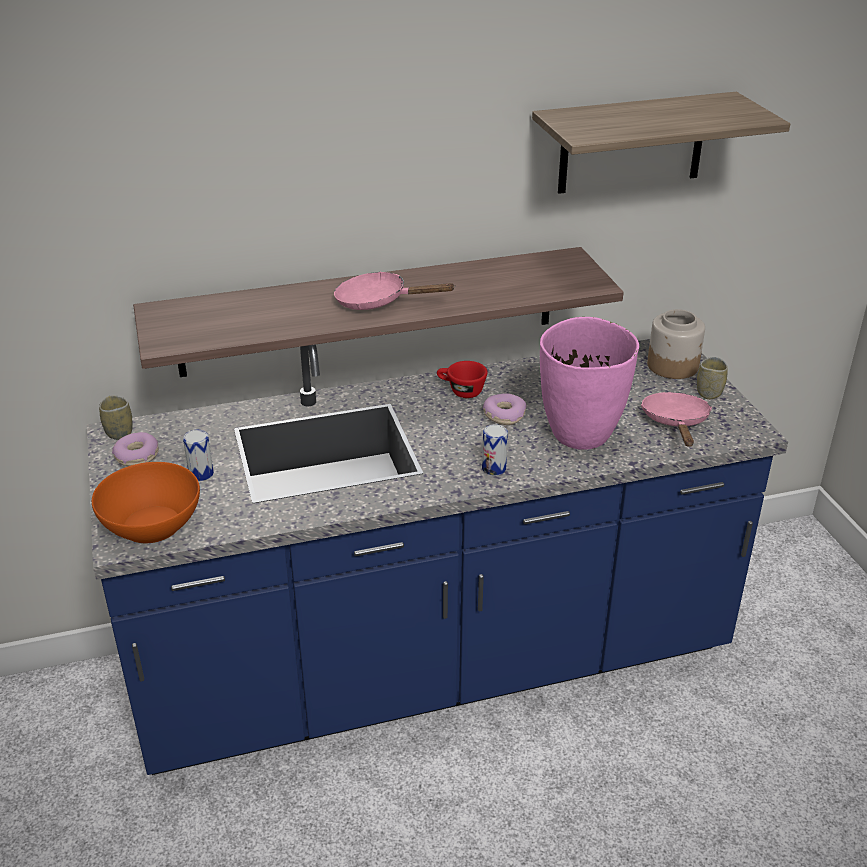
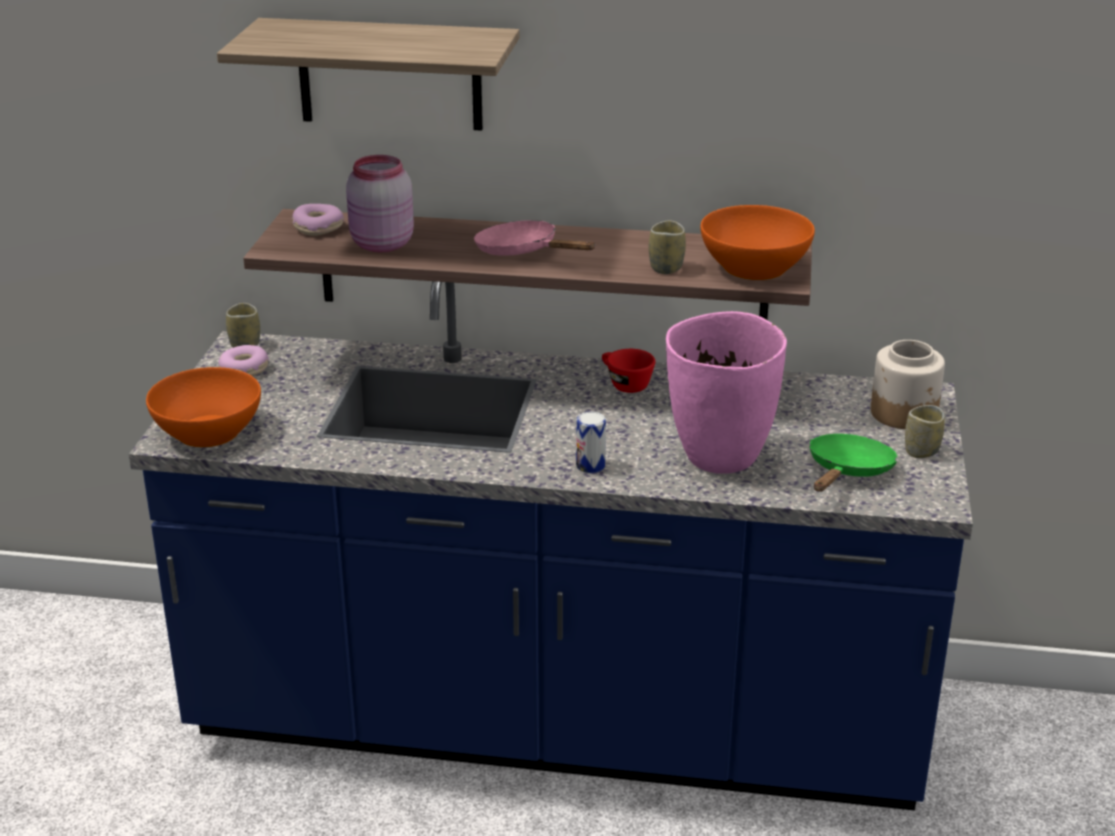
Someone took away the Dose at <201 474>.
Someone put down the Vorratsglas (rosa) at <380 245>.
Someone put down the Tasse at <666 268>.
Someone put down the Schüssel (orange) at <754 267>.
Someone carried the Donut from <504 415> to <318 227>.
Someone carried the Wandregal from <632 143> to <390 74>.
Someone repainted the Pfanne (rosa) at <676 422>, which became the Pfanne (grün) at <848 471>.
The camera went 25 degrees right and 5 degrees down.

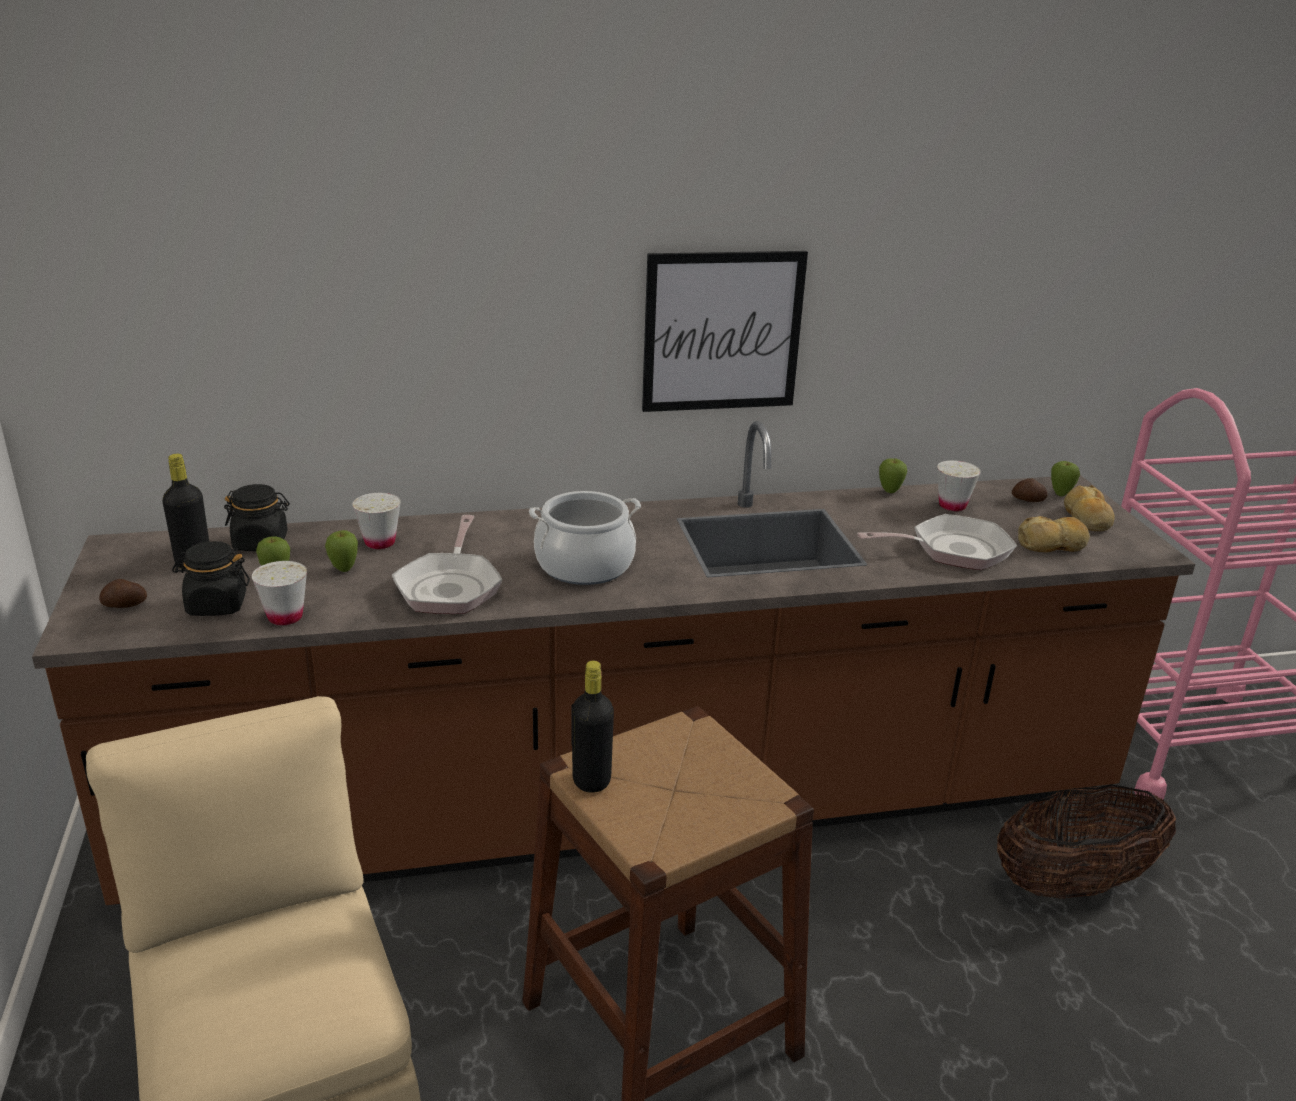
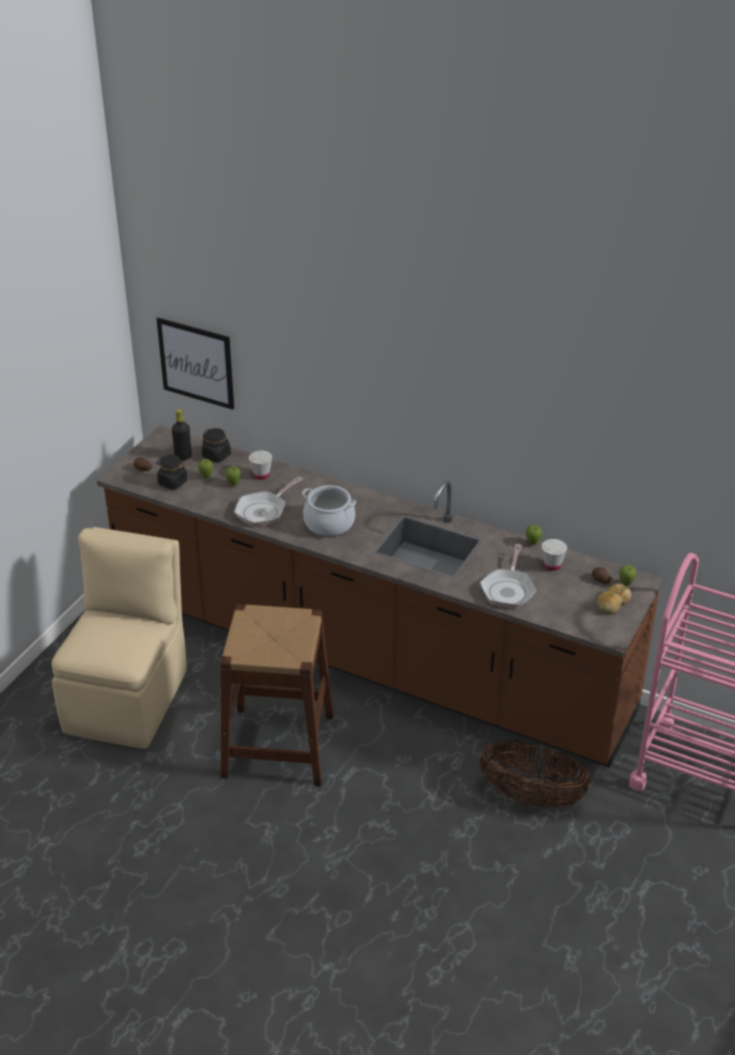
Someone took away the Tasse (weiß) at <285 617>.
Someone took away the Flasche (schwarz) at <591 780>.
Someone took away the Brot at <1053 545>.
Someone carried the Bild from <722 331> to <196 363>.
Someone rotated the Pfanne at <952 550> by 75 degrees clockwise.
The camera went 40 degrees right and 10 degrees up.

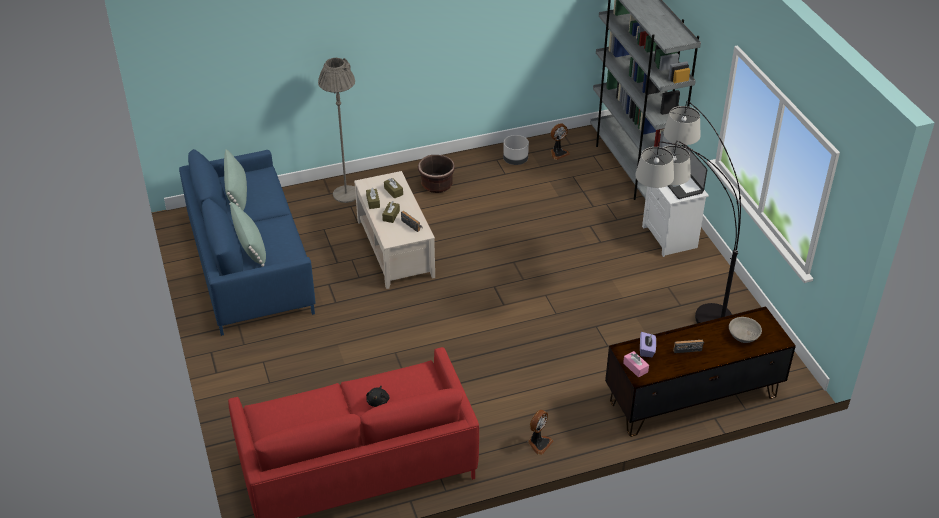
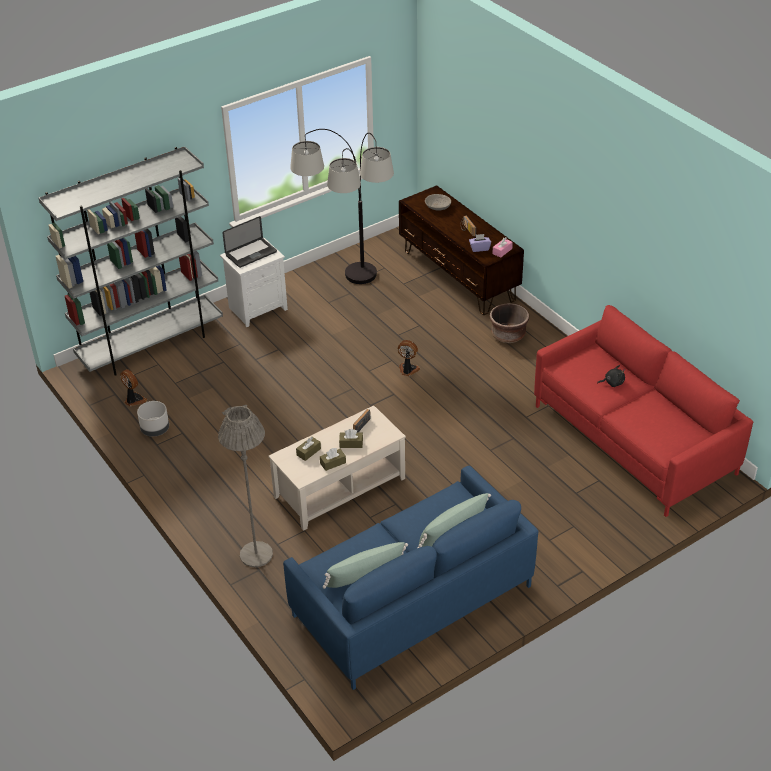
Someone carried the Pflanzkübel (braun) from <436 185> to <508 335>.
Someone carried the Ventilator from <538 443> to <408 370>.
The camera went 105 degrees left and 0 degrees up.

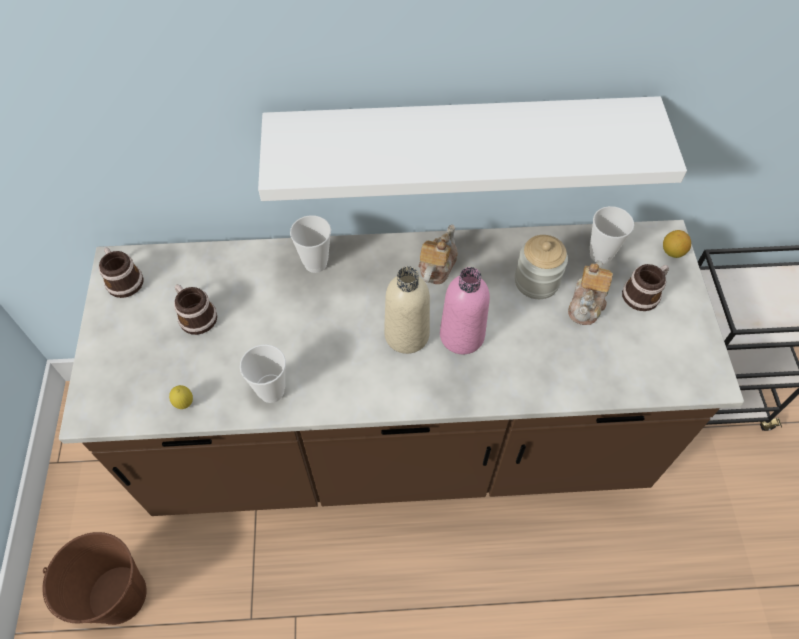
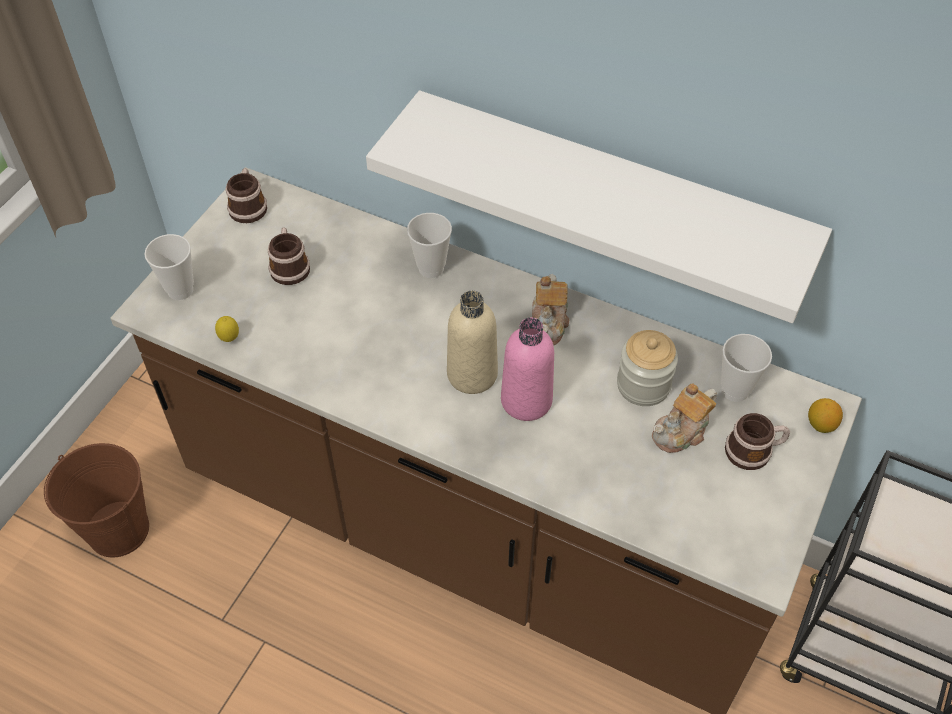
Someone carried the Tasse from <271 391> to <180 290>.
Someone rotated the Teekanne at <436 266> by 135 degrees clockwise.
The camera went 30 degrees right and 5 degrees down.

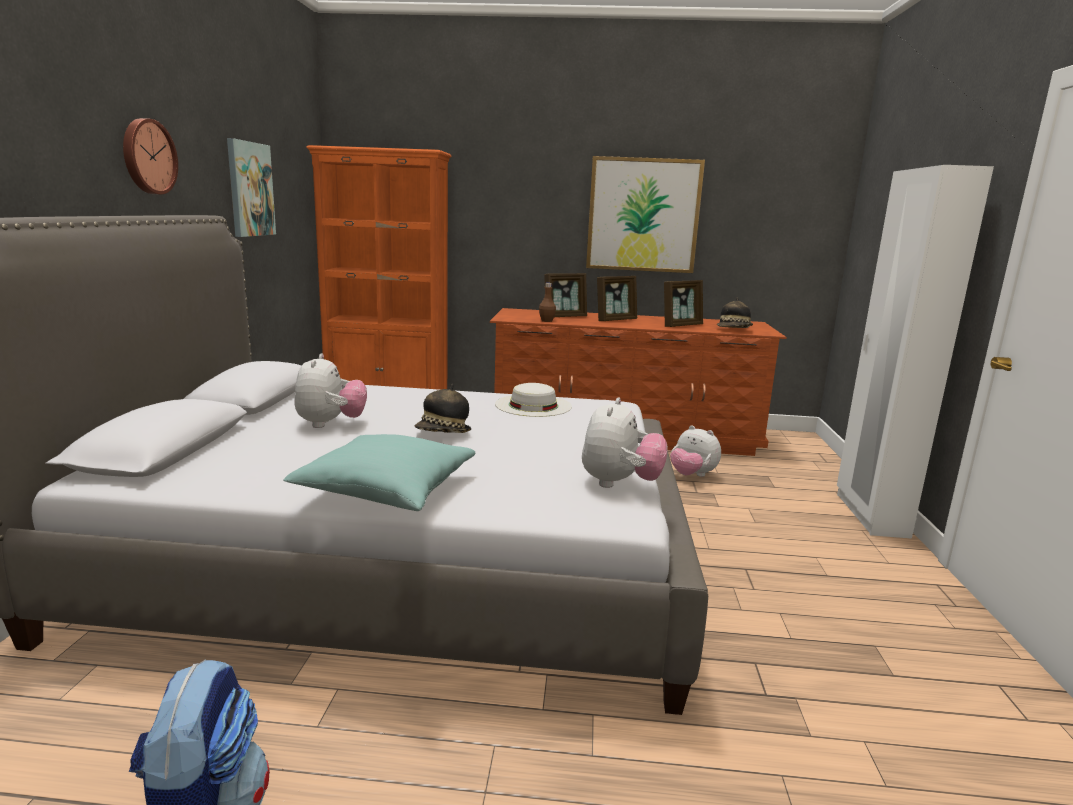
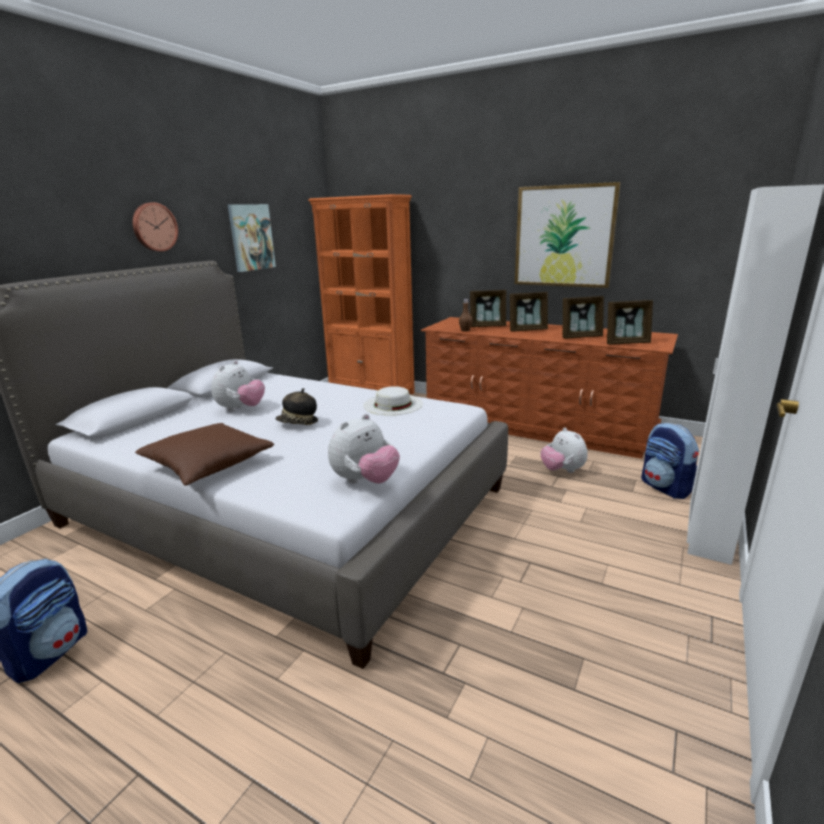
Someone put down the Rucksack at <665 487>.
Someone swapped the Hut at <734 330> for the Bilderrahmen at <627 343>.
Someone repainted the Kissen (türkis) at <386 490>, which became the Kissen (braun) at <208 465>.
The camera went 25 degrees right and 5 degrees up.

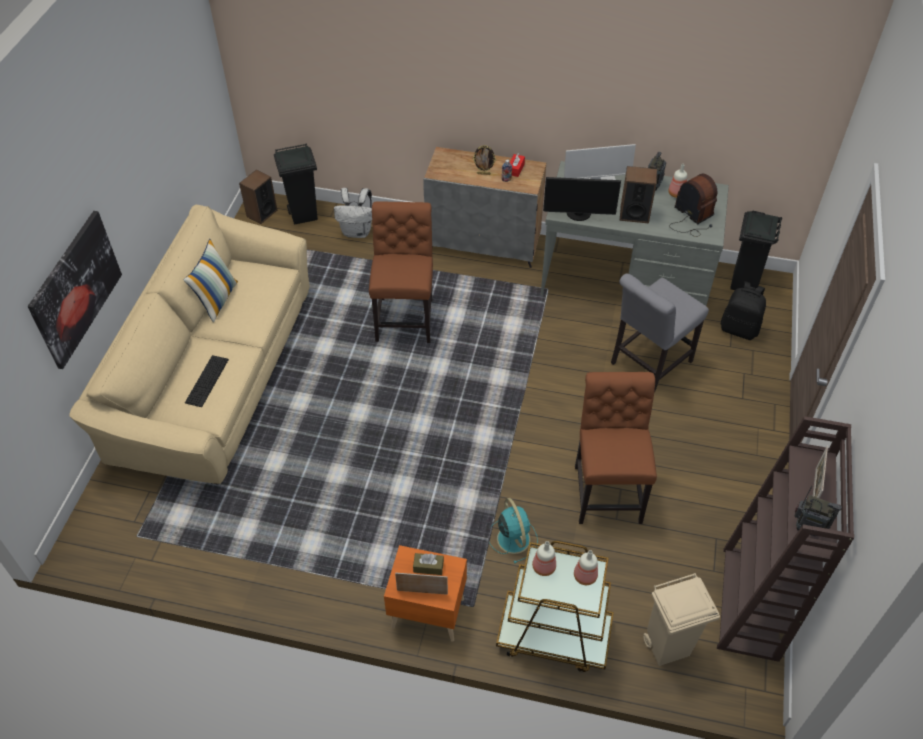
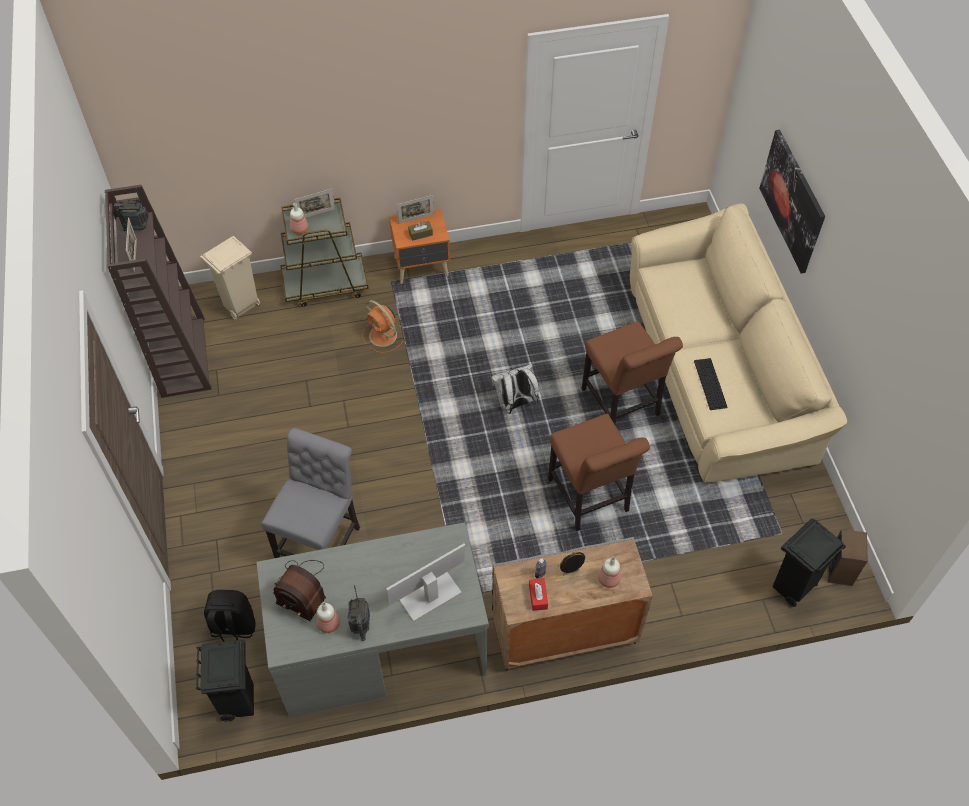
Someone took away the Kissen at <217 299>.
Someone took away the Monitor at <578 214>.
Someone took away the Lautsprecher at <634 214>.
Someone put down the Bilderrahmen at <316 214>.
Someone carried the Tastatur from <207 381> to <710 384>.
Someone carried the Rucksack (weiß) from <357 232> to <515 404>.
Someone carried the Flasche from <543 566> to <609 579>.
Someone carried the Stuhl (braun) from <607 490> to <622 405>.
Someone repainted the Ventilator (türkis) at <513 537>, which became the Ventilator (orange) at <384 336>.
The camera went 155 degrees right and 5 degrees up.

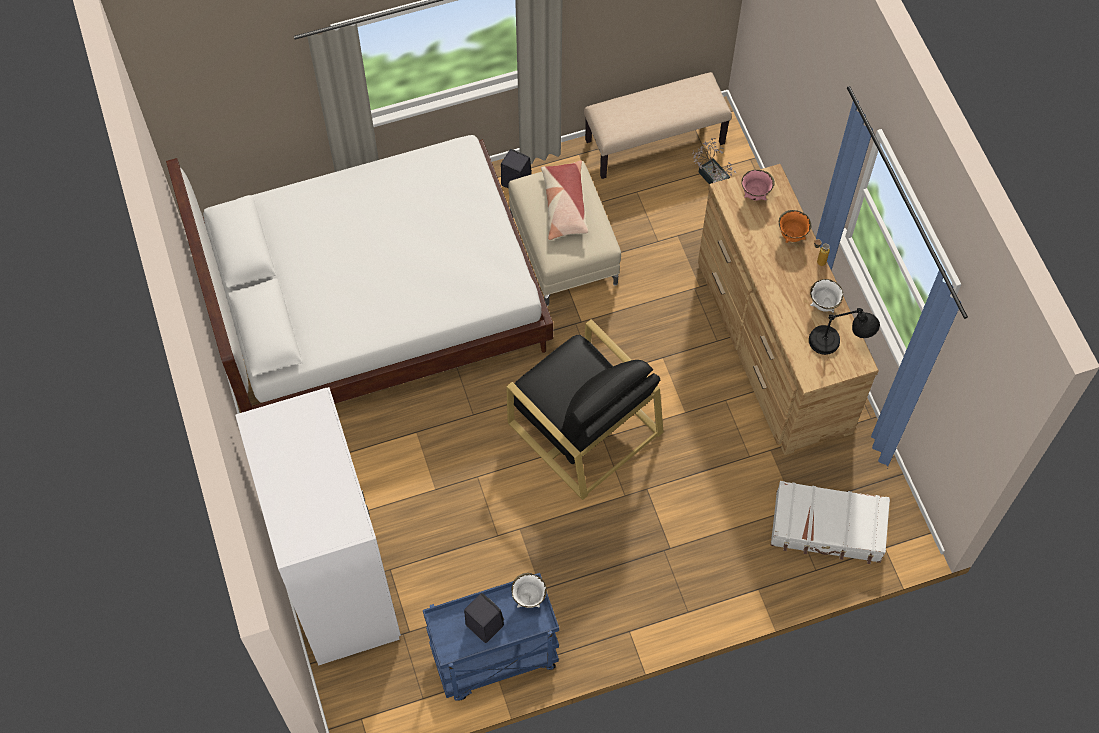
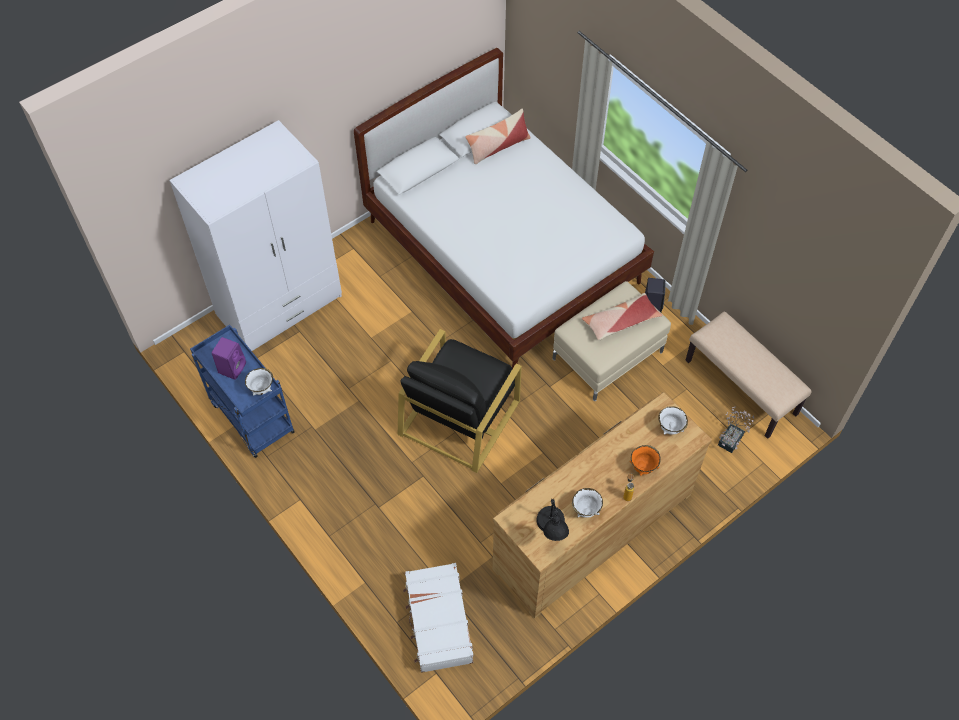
Someone put down the Kissen at <498 146>.
Someone repainted the Lautsprecher (schwarz) at <483 624>, which became the Lautsprecher (lila) at <232 367>.
Someone repainted the Schüssel (rosa) at <755 194>, which became the Schüssel (weiß) at <670 428>.
The camera went 70 degrees right and 5 degrees down.

